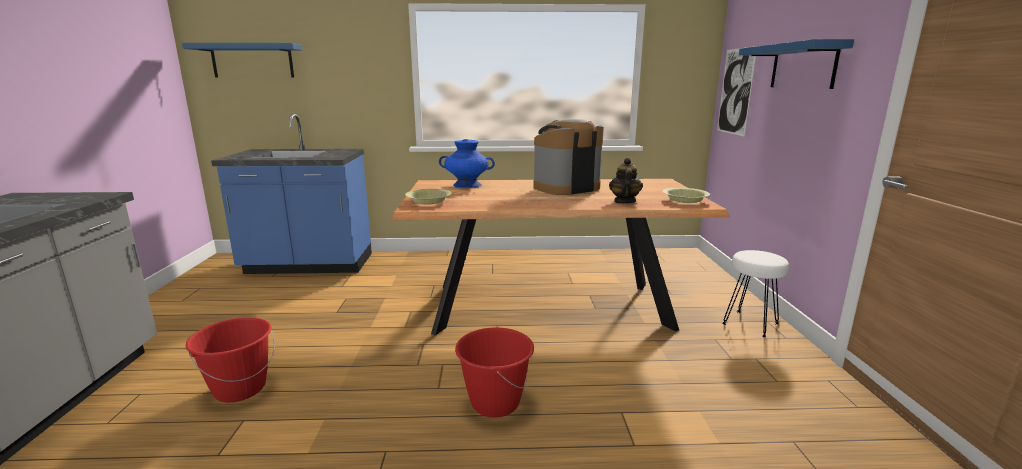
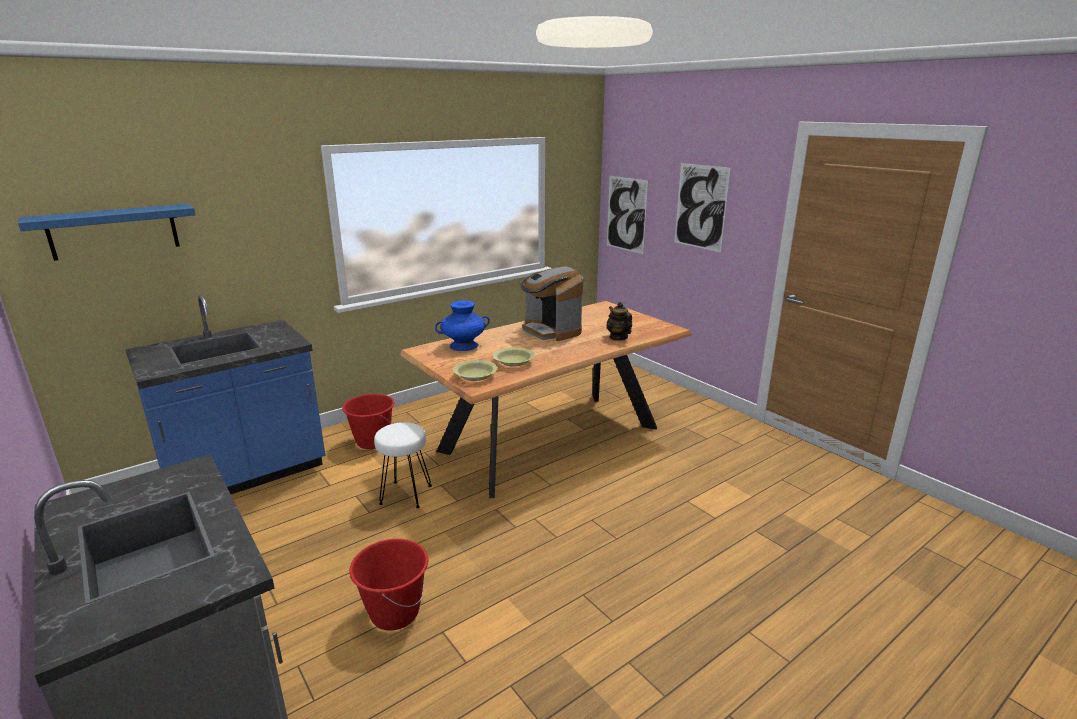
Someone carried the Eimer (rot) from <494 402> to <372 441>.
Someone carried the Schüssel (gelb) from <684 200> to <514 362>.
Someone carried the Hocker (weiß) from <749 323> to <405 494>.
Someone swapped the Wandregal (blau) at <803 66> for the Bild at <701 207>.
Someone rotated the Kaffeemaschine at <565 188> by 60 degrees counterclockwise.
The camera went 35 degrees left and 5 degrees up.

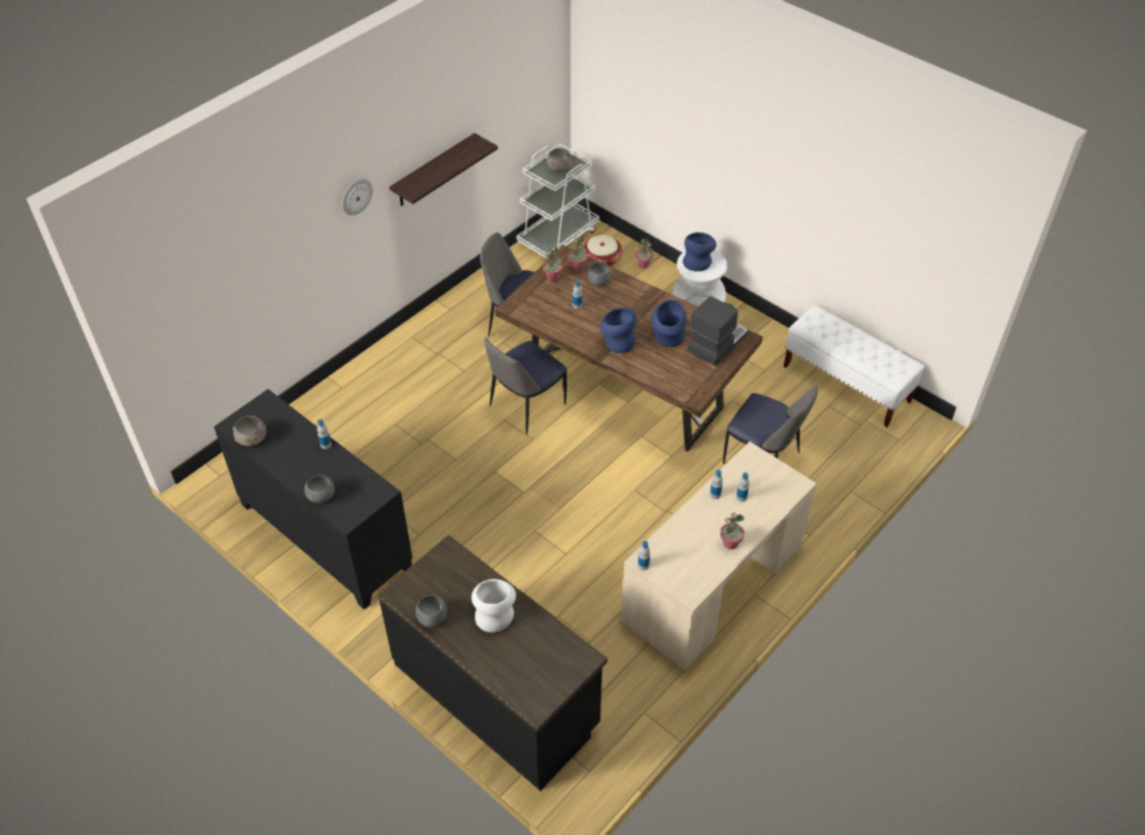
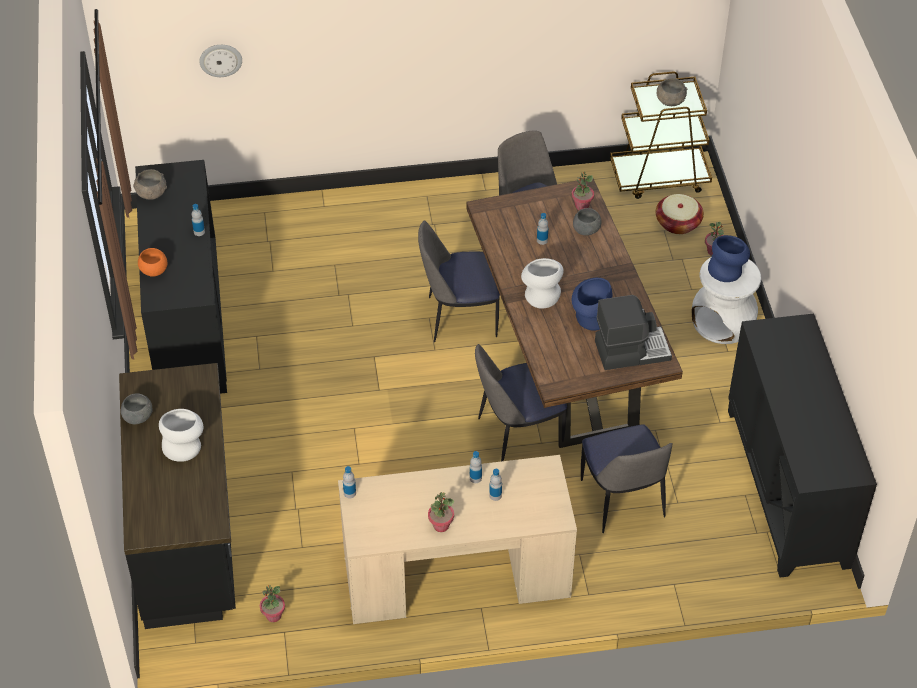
Someone took away the Wandregal at <434 171>.
Someone put down the Stuhl at <517 434>.
Someone carried the Wanduhr from <356 196> to <220 60>.
Someone carried the Topfpflanze from <552 278> to <273 615>.
Someone swapped the Bank (weiß) at <846 384> for the Schrank (schwarz) at <788 487>.
Someone repainted the Schüssel (grau) at <321 497>, which became the Schüssel (orange) at <153 271>.
Someone repainted the Rollwagen (weiß) at <558 236>, which became the Rollwagen (braun) at <660 177>.
Someone repainted the Vase (blau) at <617 341>, which became the Vase (weiß) at <541 294>.
The camera went 40 degrees right and 0 degrees up.

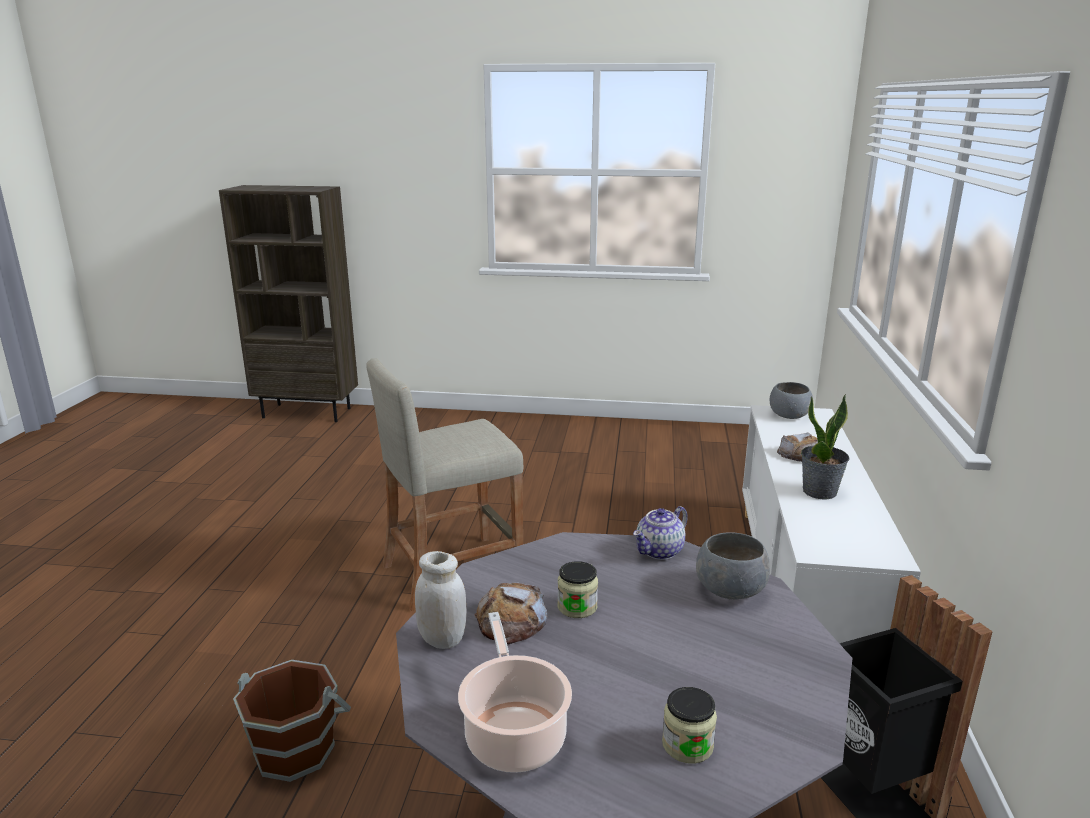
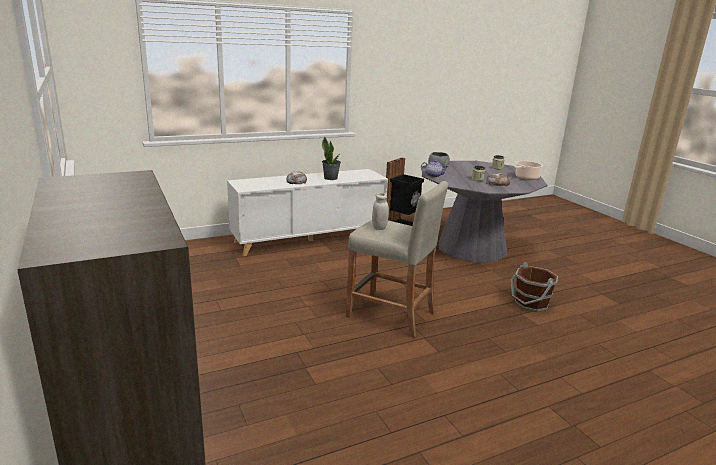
Someone took away the Schüssel (grau) at <788 416>.
Someone carried the Vorratsglas (weiß) from <442 639> to <379 227>.
The camera went 125 degrees left and 0 degrees up.

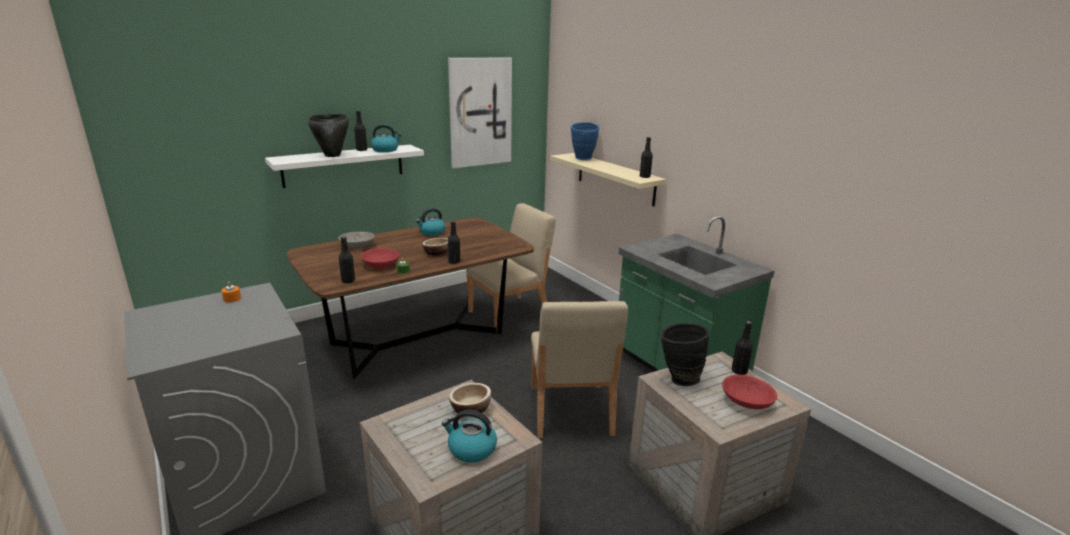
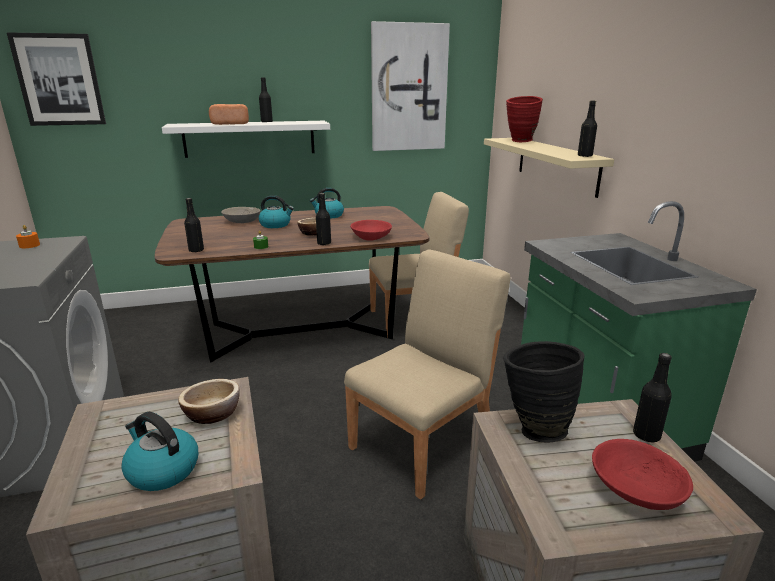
Someone put up the Bild at <59 80>.
Someone carried the Schüssel (rot) from <380 265> to <371 237>.
Someone carried the Wasserkessel from <385 150> to <276 225>.
Someone swapped the Kochtopf (schwarz) at <333 155> for the Brot at <230 124>.
Someone repainted the Vase (blau) at <583 159>, which became the Vase (rot) at <520 141>.
Someone rotated the Stuhl (beige) at <570 411> by 150 degrees counterclockwise.
The camera went 20 degrees right and 0 degrees up.

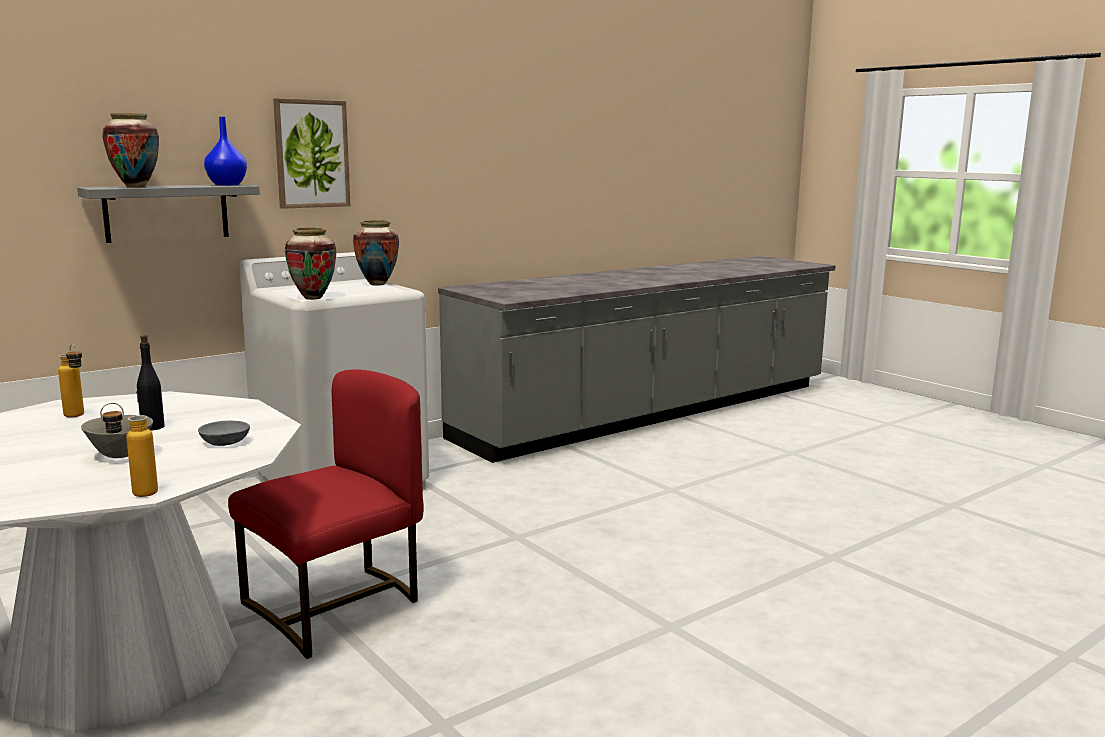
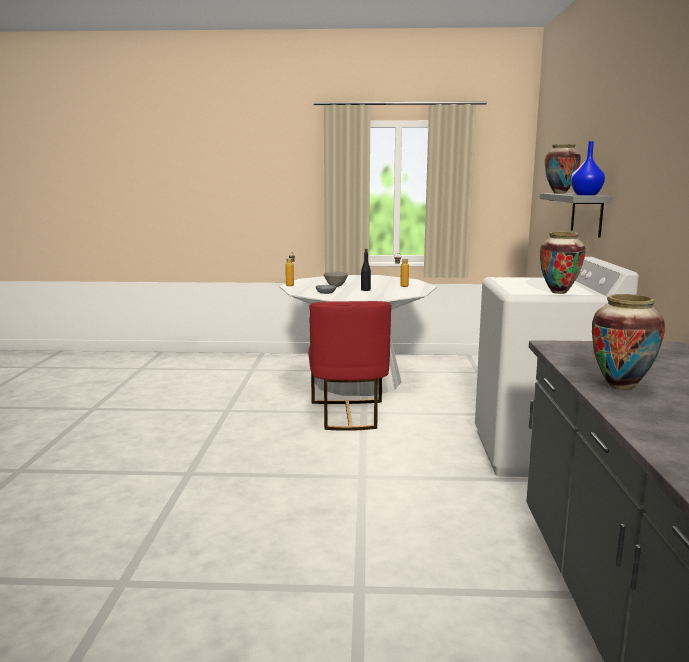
Someone took away the Bild at <311 154>.
Someone carried the Vase from <313 298> to <620 387>.
The camera went 130 degrees right and 0 degrees up.

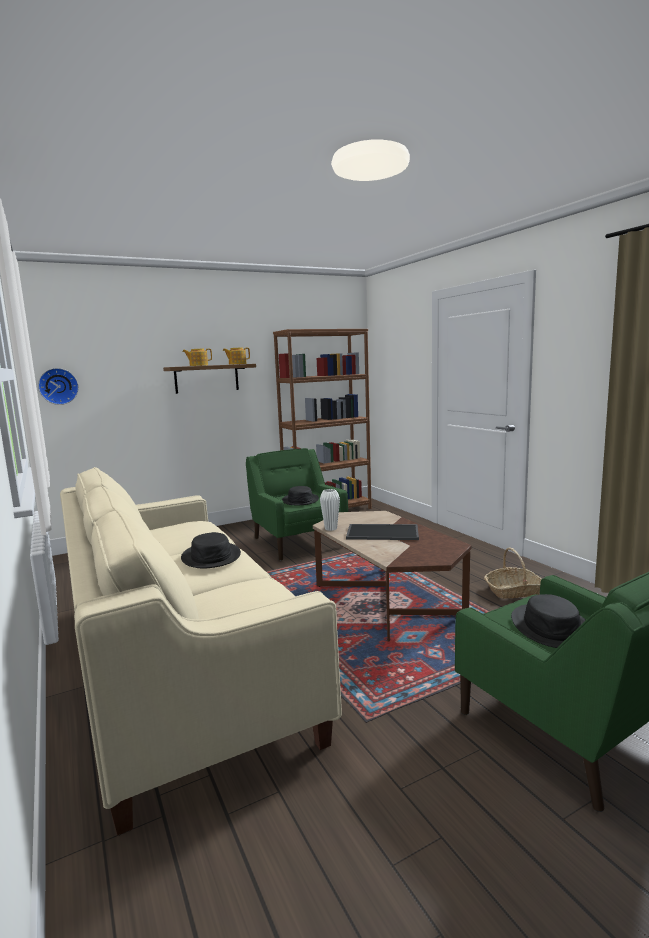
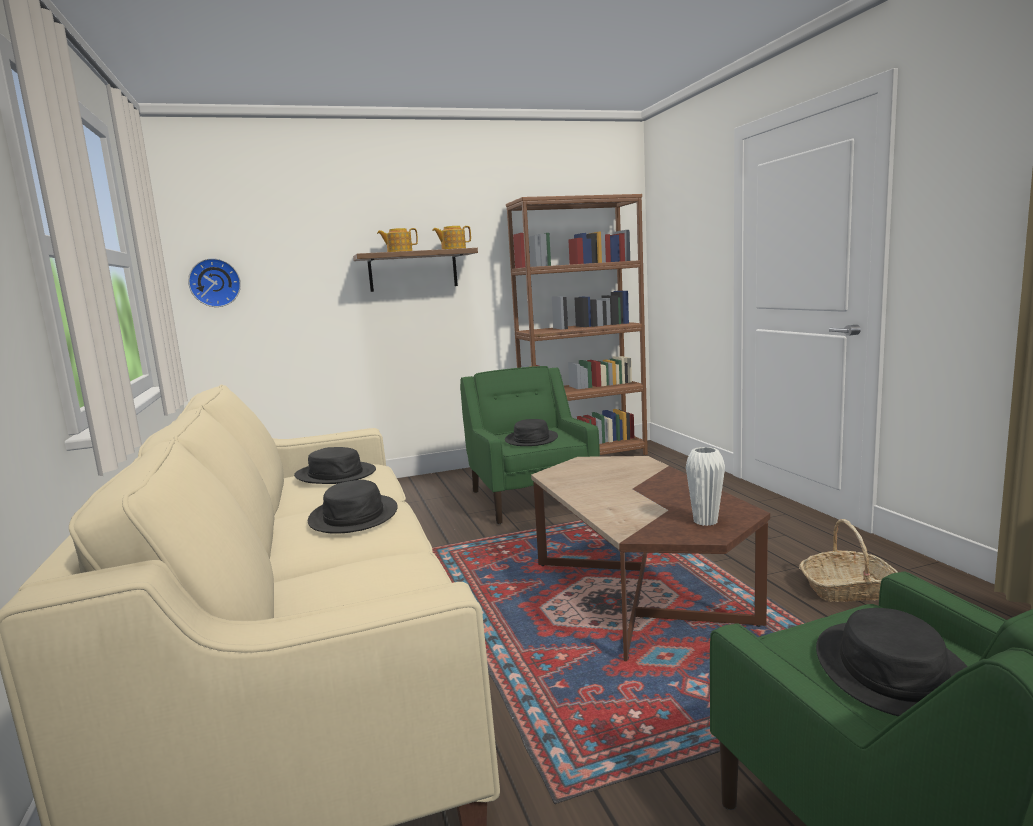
Someone took away the Tablett at <383 532>.
Someone put down the Hut (schwarz) at <336 474>.
Someone carried the Vase (weiß) from <331 528> to <705 521>.
The camera went 10 degrees right and 0 degrees up.

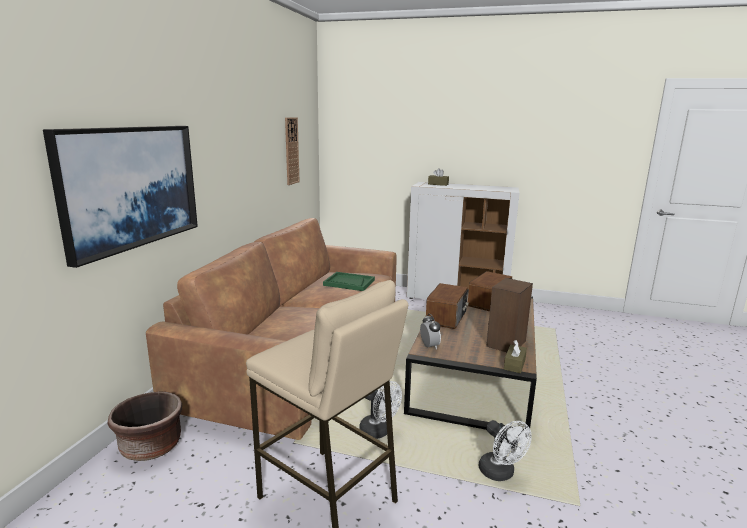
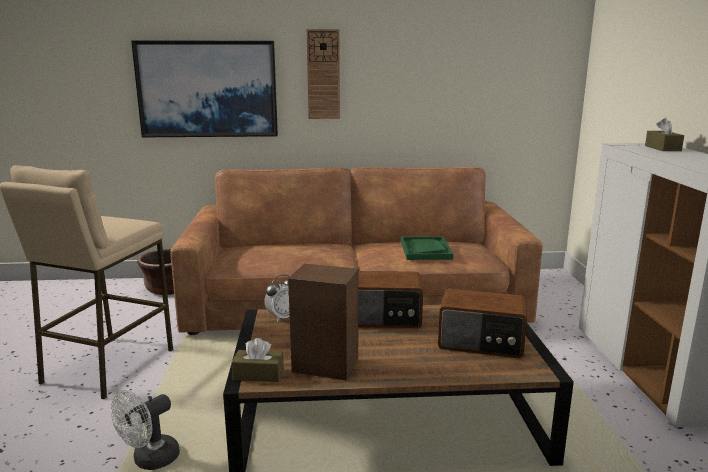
Someone took away the Ventilator (weiß) at <379 432>.
Someone carried the Wanduhr from <291 151> to <323 74>.
The camera went 70 degrees right and 0 degrees up.

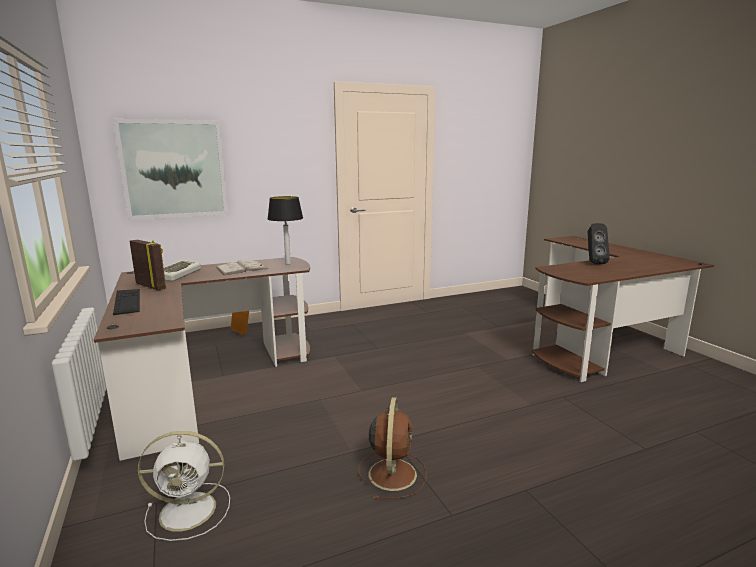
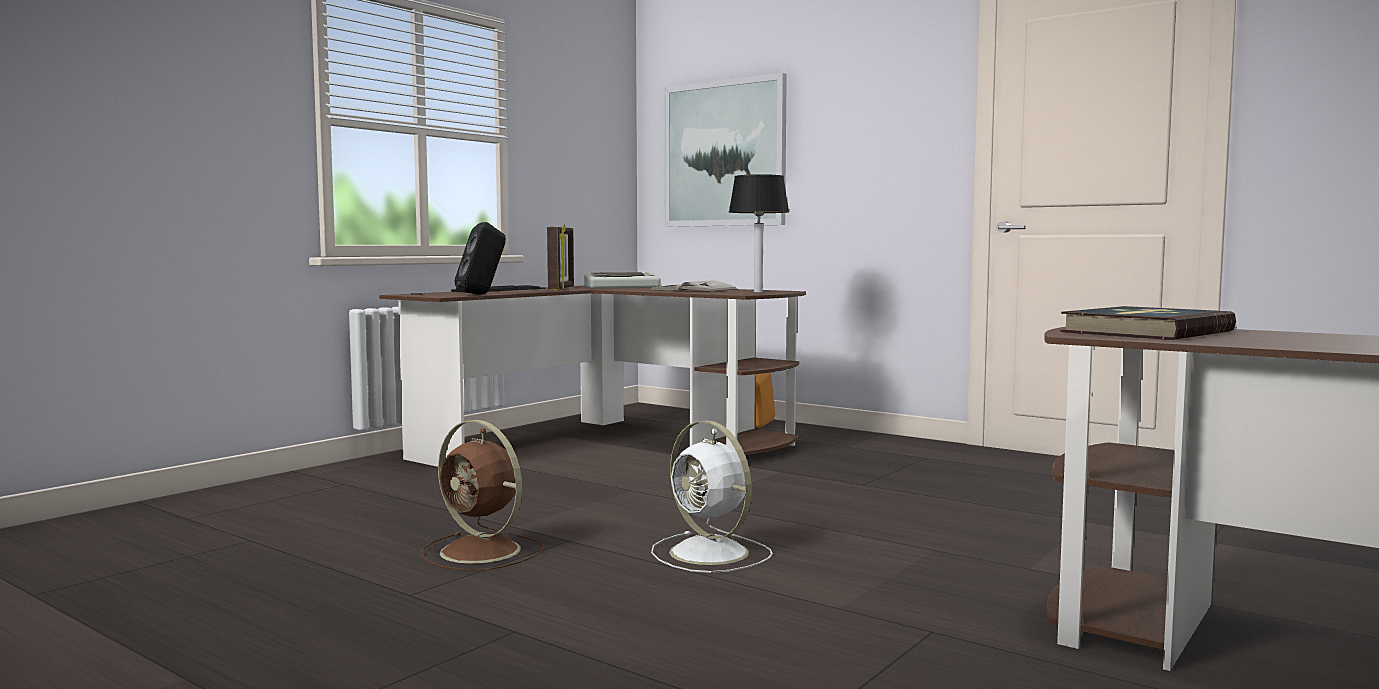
Someone put down the Buch at <1146 331>.
Someone carried the Ventilator (weiß) from <190 510> to <711 553>.
Someone carried the Lautsprecher (schwarz) from <593 263> to <482 294>.
Someone rotated the Ventilator (braun) at <392 473> by 60 degrees clockwise.
The camera went 60 degrees right and 10 degrees down.

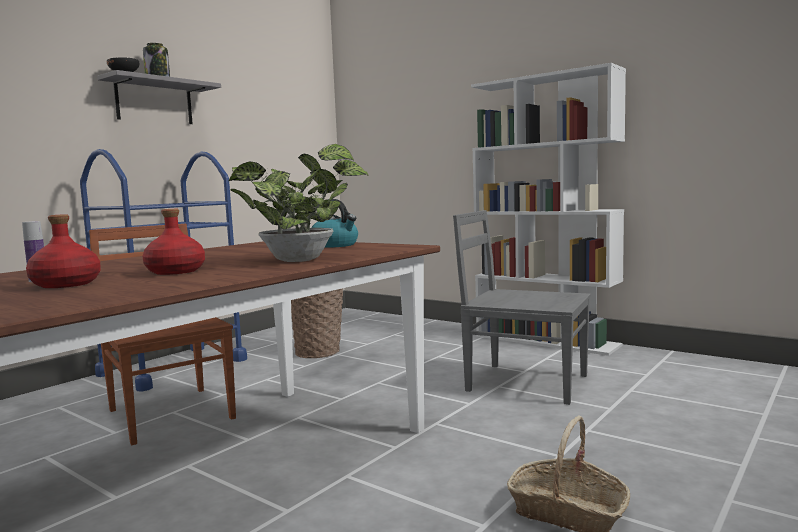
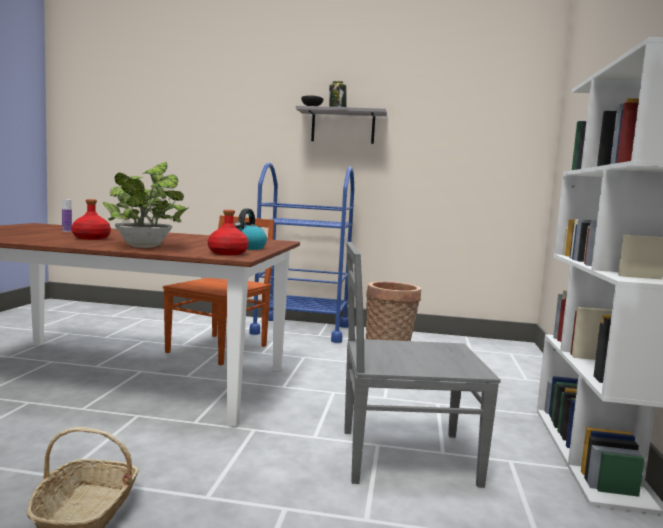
Someone carried the Flasche (rot) from <67 284> to <228 253>.
Someone rotated the Stuhl (grau) at <524 382> by 90 degrees counterclockwise.
The camera went 60 degrees right and 0 degrees up.

